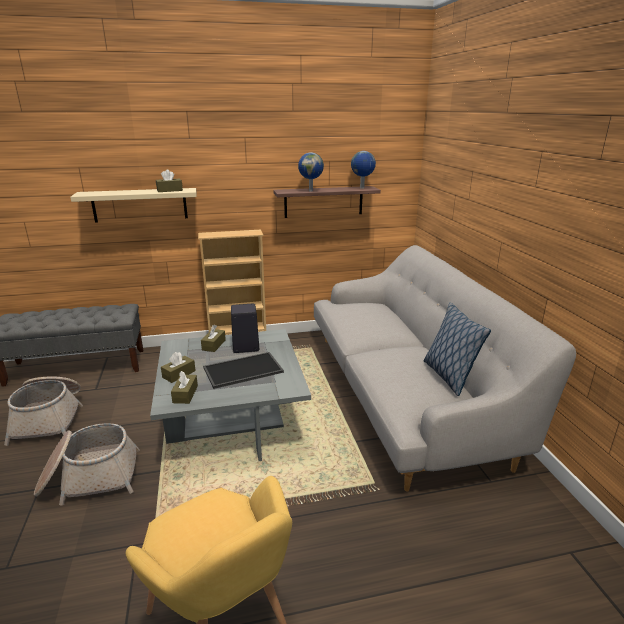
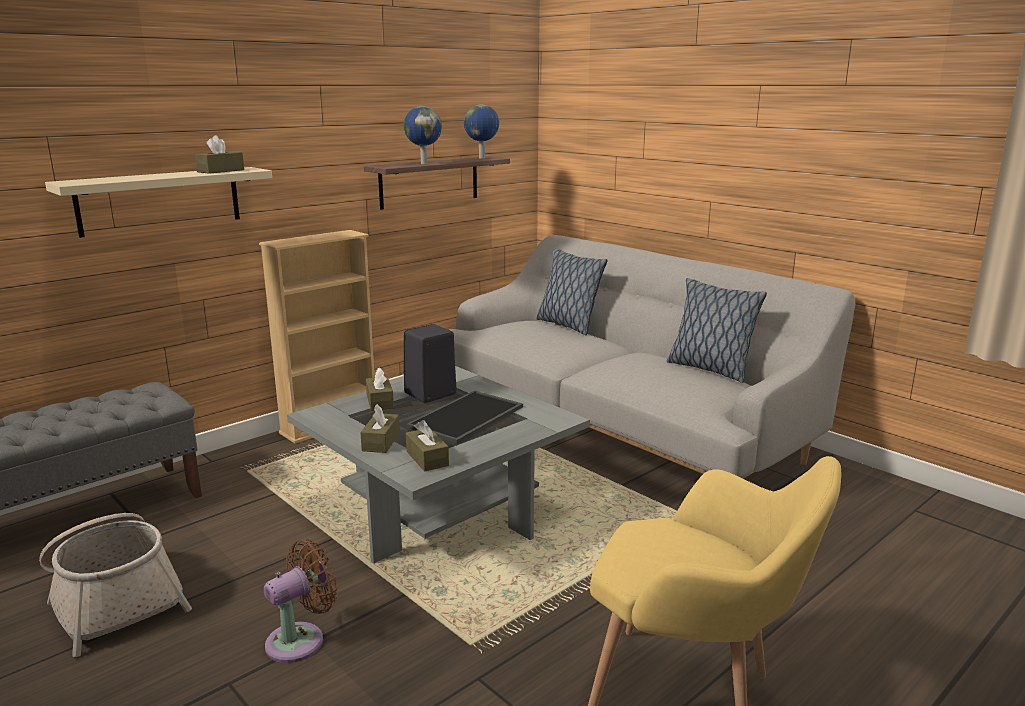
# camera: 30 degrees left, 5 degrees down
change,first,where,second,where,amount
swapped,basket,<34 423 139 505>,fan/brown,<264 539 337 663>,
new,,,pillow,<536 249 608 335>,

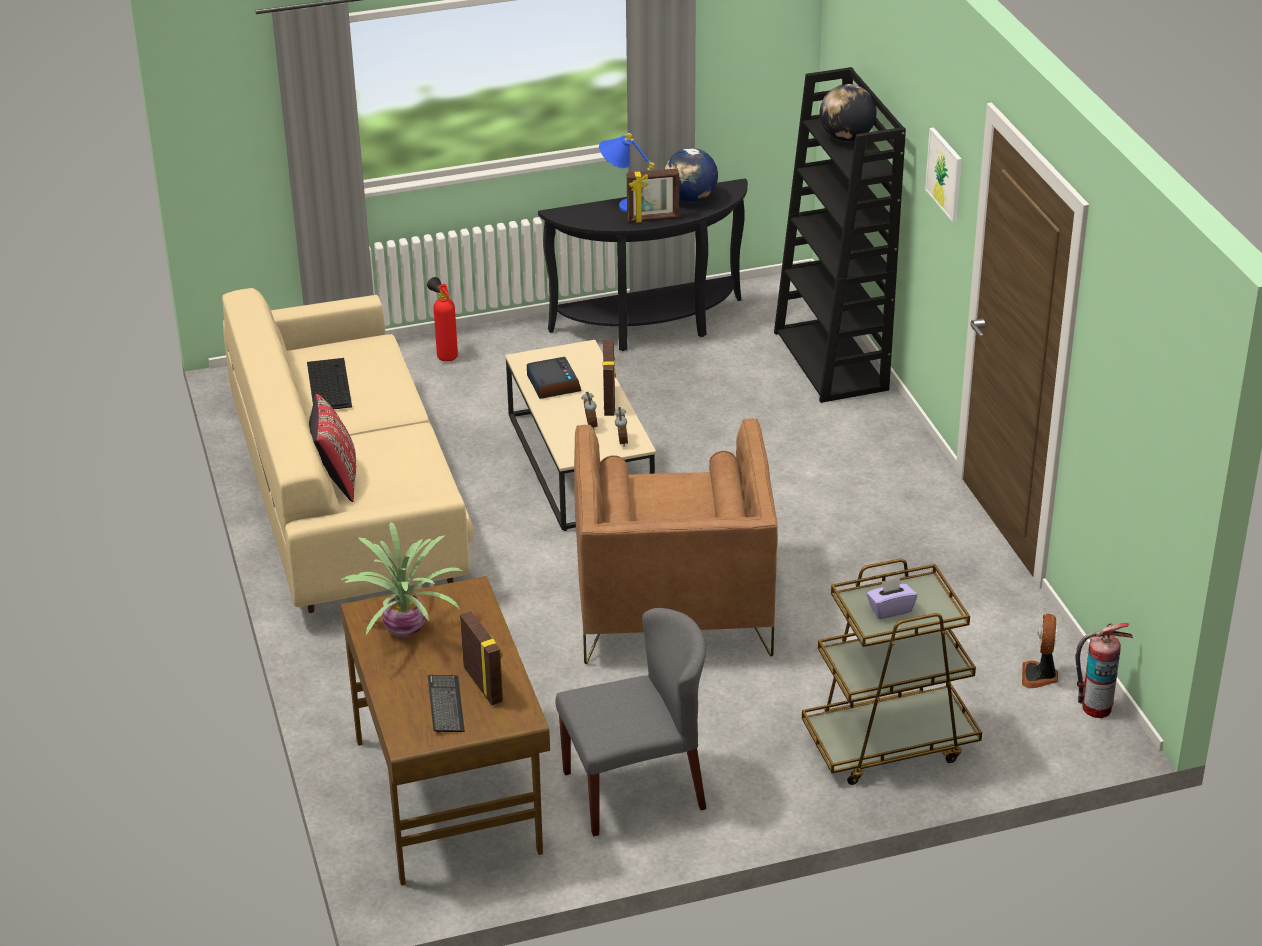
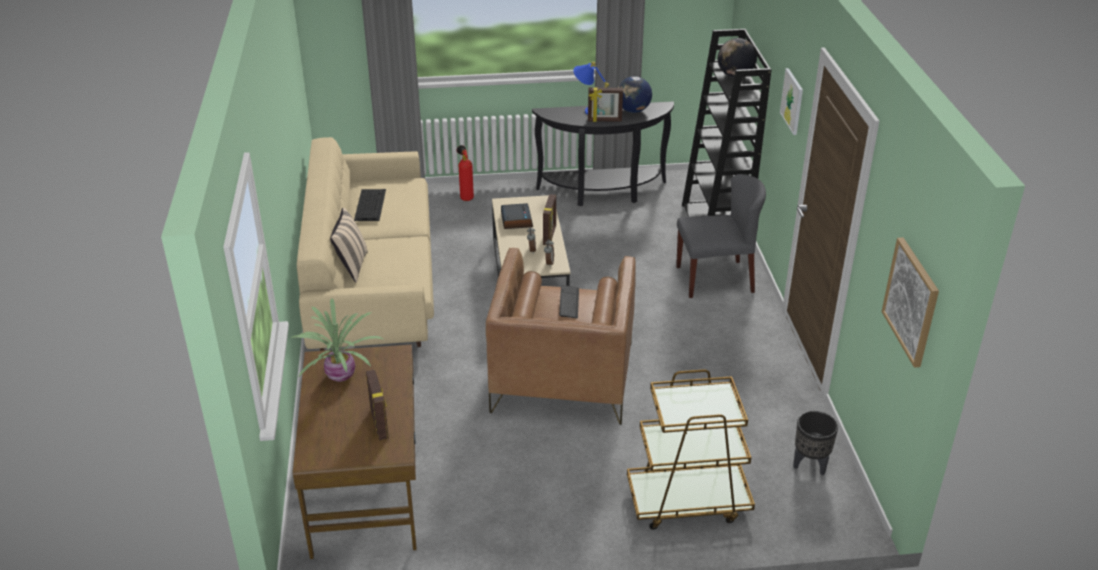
# camera: 10 degrees right, 0 degrees up
change,first,where,second,where,amount
repainted,pillow/red,<309 394 356 502>,pillow/beige,<330 208 368 283>,
gone,tissue box/purple,<867 578 917 619>,,,
shifted,chair/grey,<555 608 706 836>,,<676 174 766 298>,
swapped,fan,<1022 614 1058 688>,planter/black,<793 411 838 475>,
gone,fire extinguisher,<1076 623 1133 719>,,,
shifted,keyboard,<428 675 465 733>,,<559 285 579 319>,
new,,,picture,<882 237 939 368>,

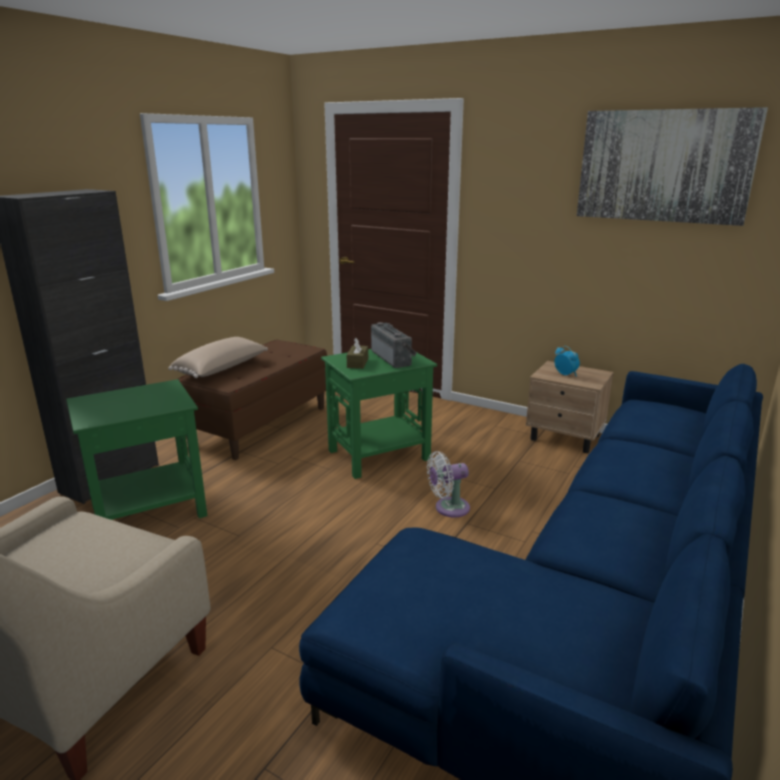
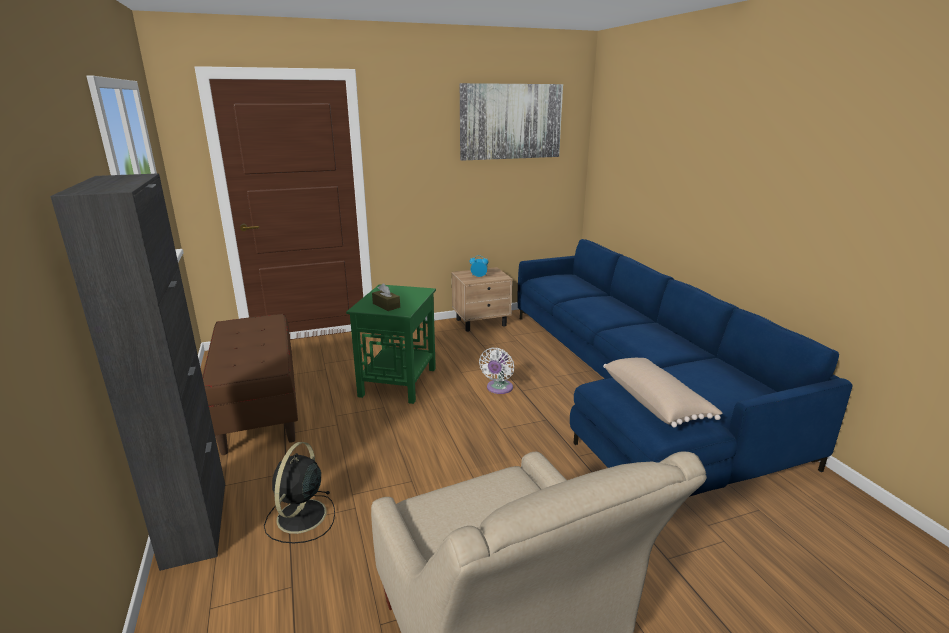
# camera: 50 degrees left, 0 degrees up
change,first,where,second,where,amount
gone,radio,<371 322 417 368>,,,
shifted,pillow/beige,<168 337 268 378>,,<603 358 722 428>,
swapped,side table/green,<66 379 207 520>,fan/black,<264 442 335 543>,

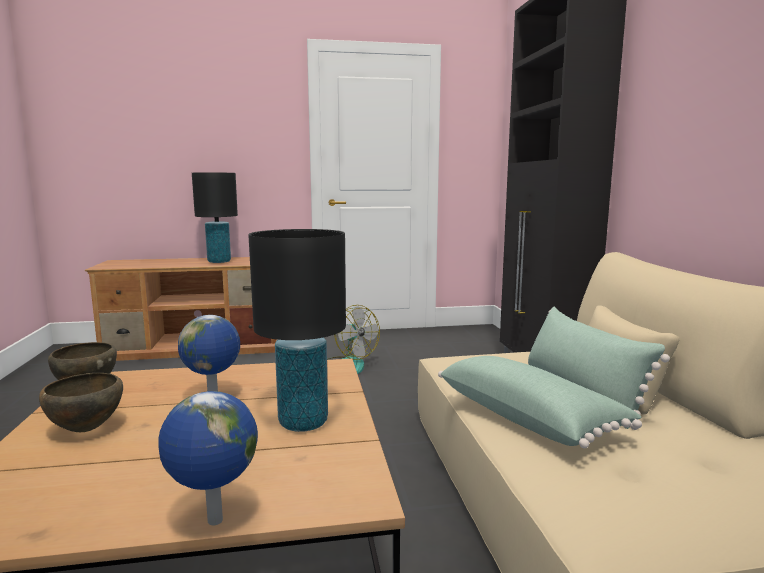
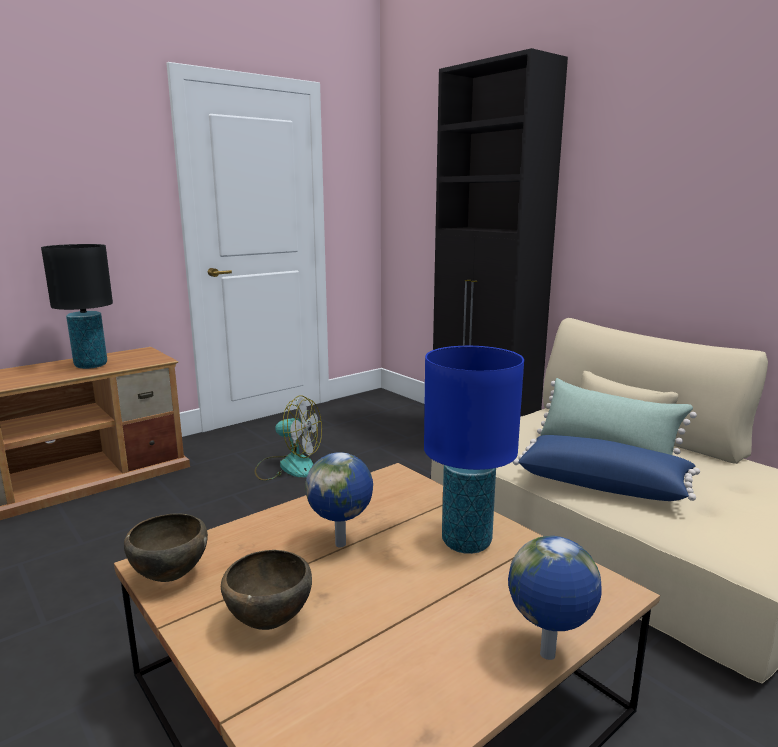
# camera: 30 degrees left, 5 degrees up
change,first,where,second,where,amount
repainted,table lamp/black,<248 229 346 432>,table lamp/blue,<424 346 524 554>,
repainted,pillow/green,<438 356 642 448>,pillow/blue,<513 435 700 501>,

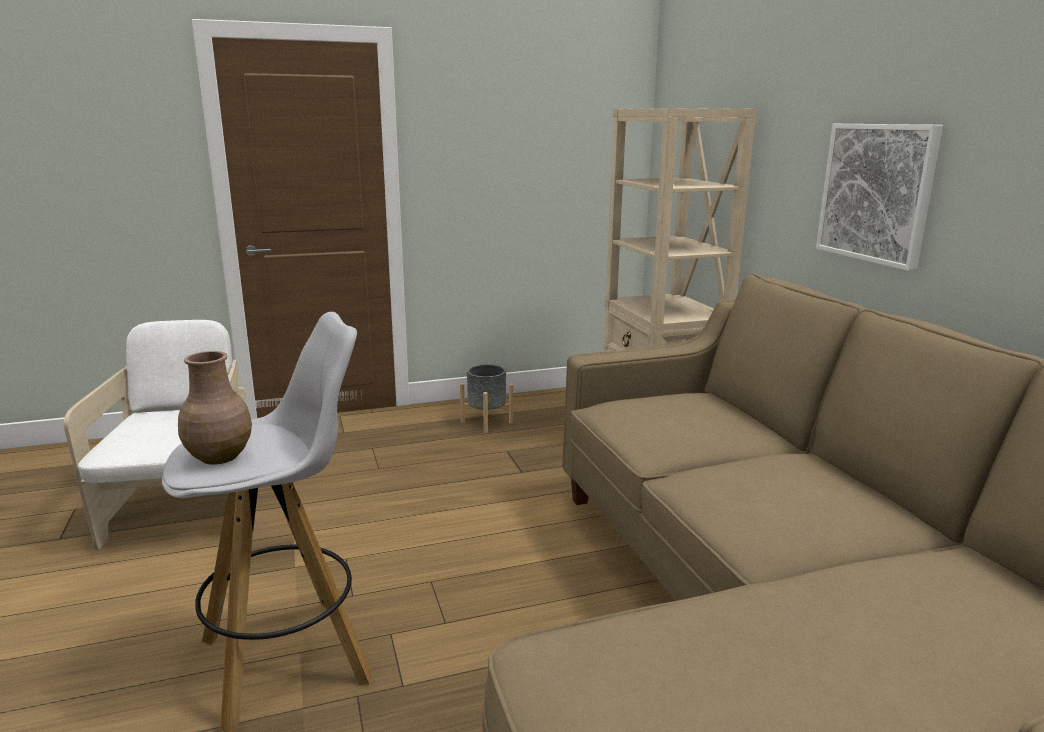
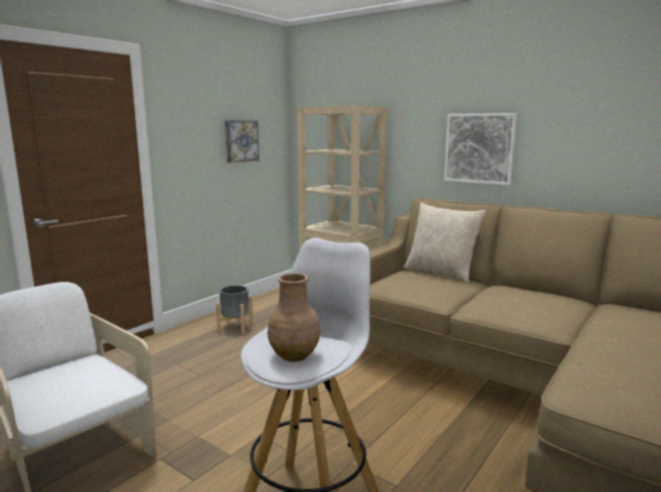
# camera: 35 degrees left, 5 degrees down
change,first,where,second,where,amount
new,,,picture,<225 120 259 163>,
new,,,pillow/beige,<404 203 486 284>,

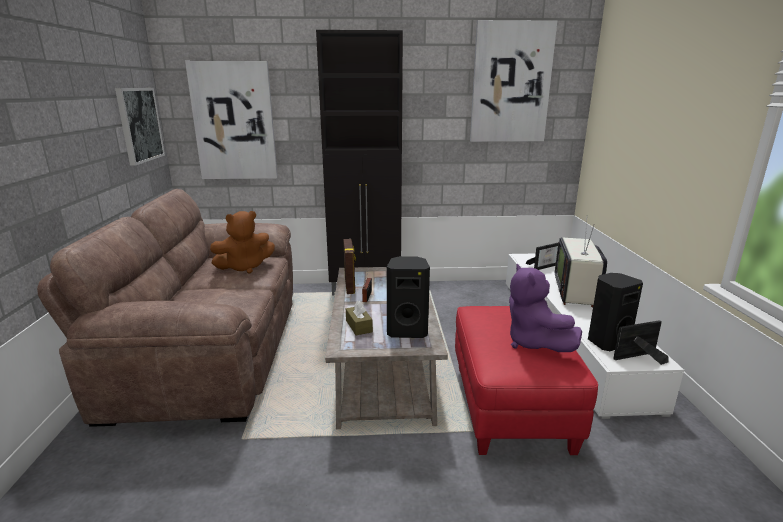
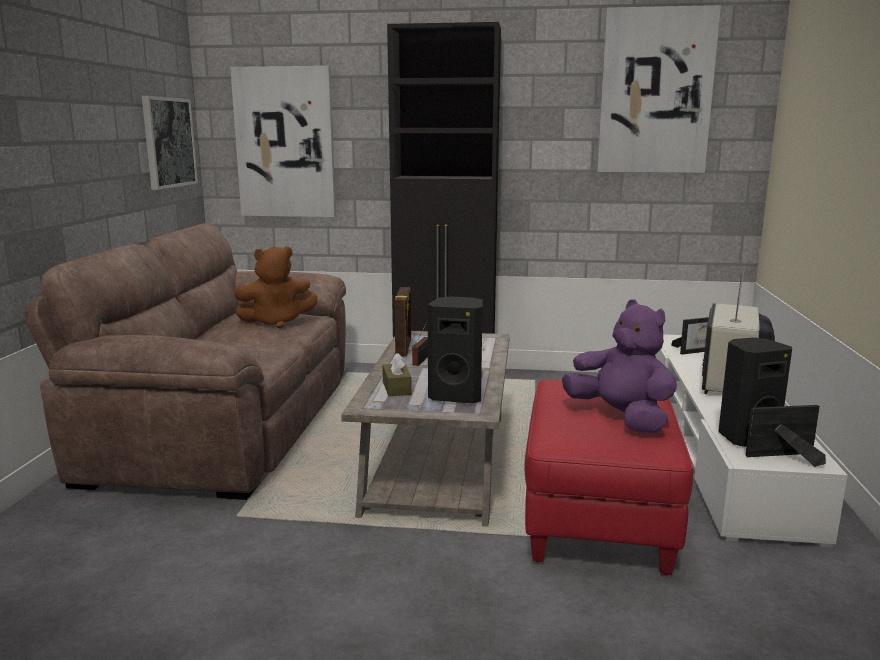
# camera: 10 degrees right, 5 degrees down
change,first,where,second,where,amount
rotated,plush toy/purple,<509 264 582 352>,,<562 300 677 433>,150 degrees clockwise

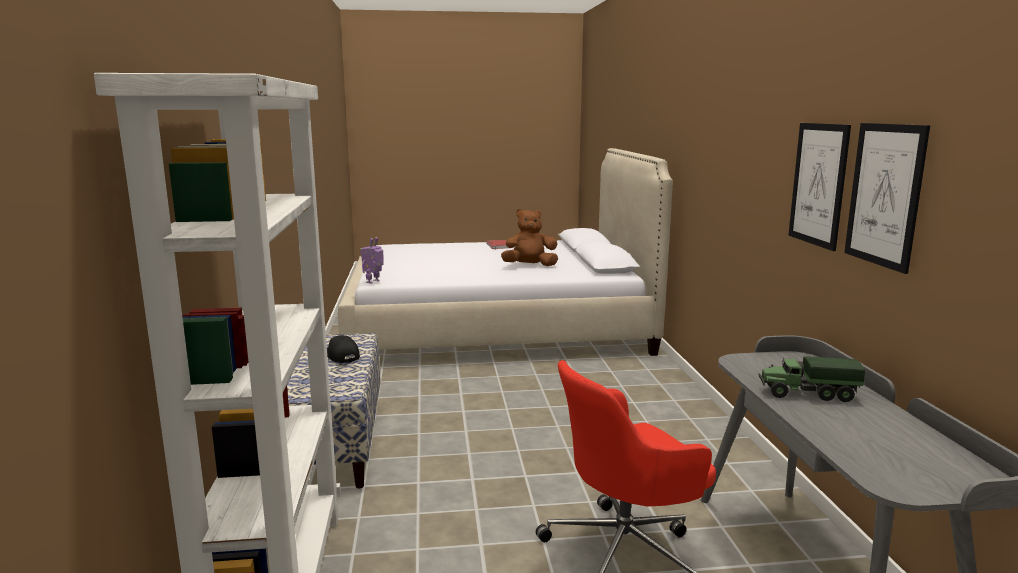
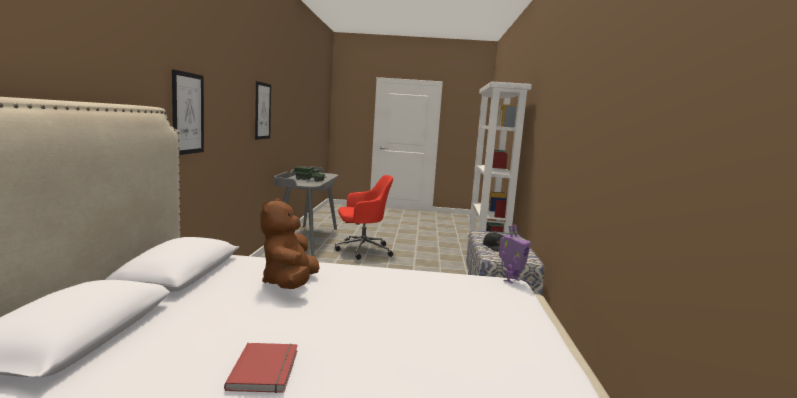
# camera: 170 degrees left, 5 degrees down
change,first,where,second,where,amount
shifted,picture,<844 123 930 274>,,<172 69 204 155>,
rotated,plush toy/brown,<501 209 558 266>,,<260 198 320 289>,90 degrees clockwise

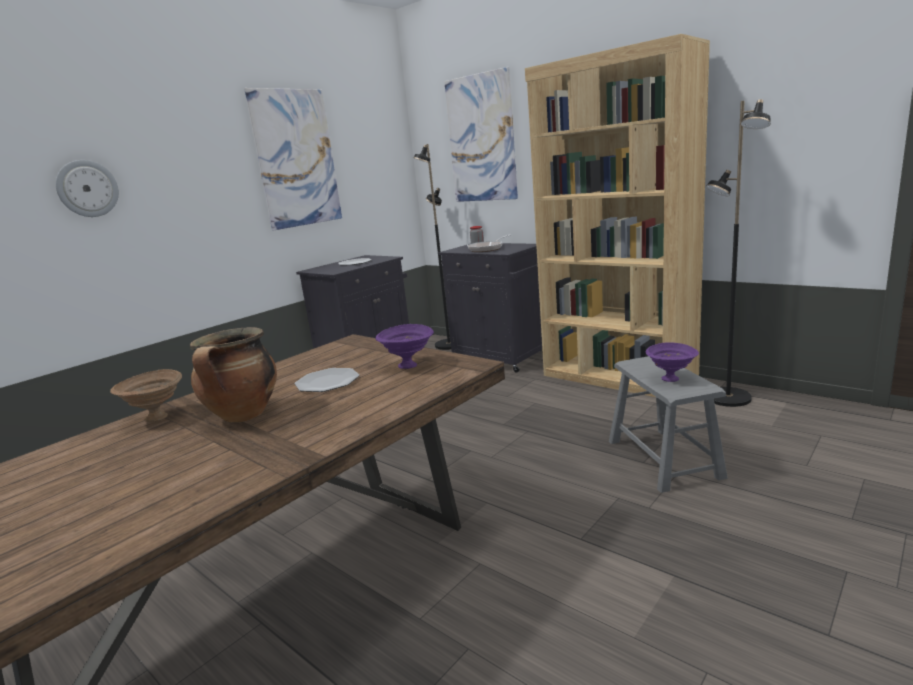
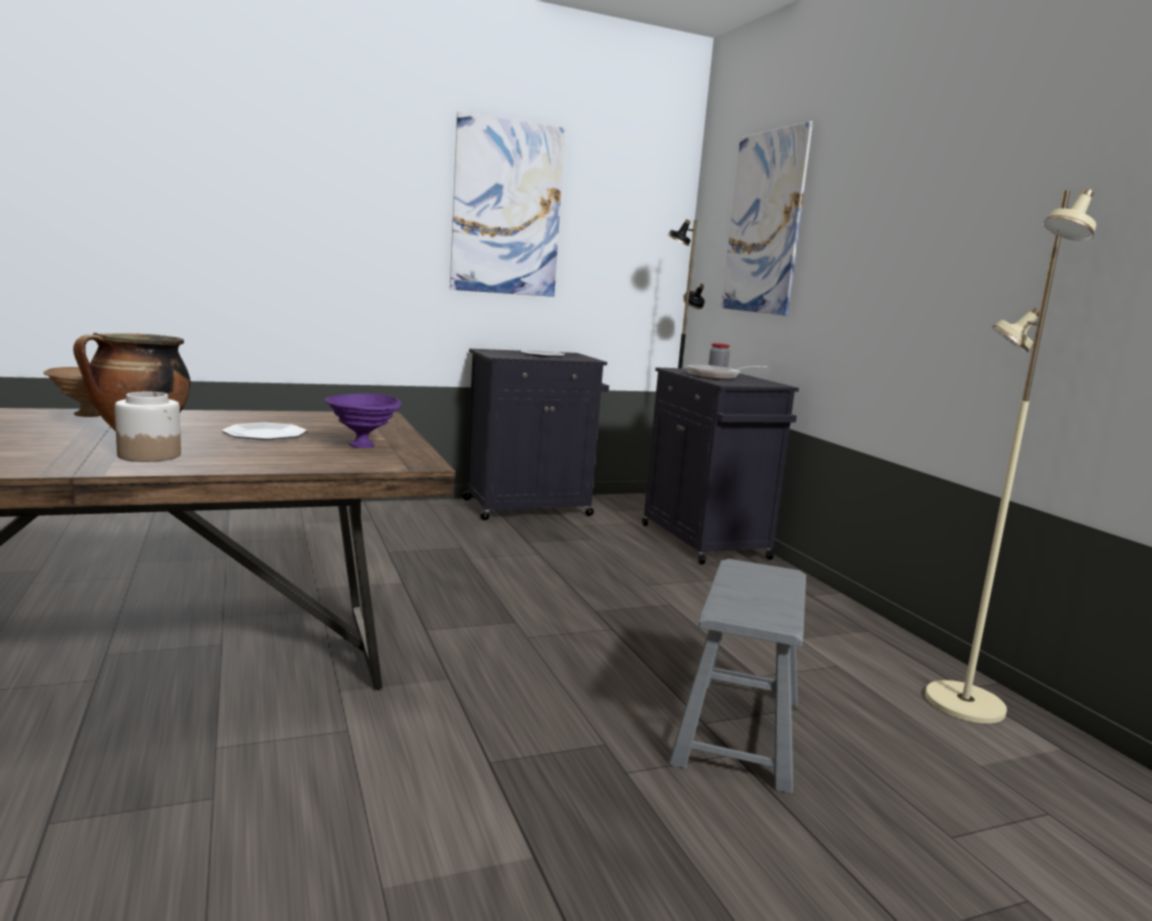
# camera: 25 degrees right, 5 degrees down
change,first,where,second,where,amount
gone,bookcase/brown,<525 34 710 397>,,,
repainted,floor lamp/black,<706 99 771 407>,floor lamp/beige,<925 189 1096 724>,
gone,wall clock,<56 160 119 217>,,,
gone,bowl/purple,<646 342 699 382>,,,
new,,,jar,<115 392 181 462>,

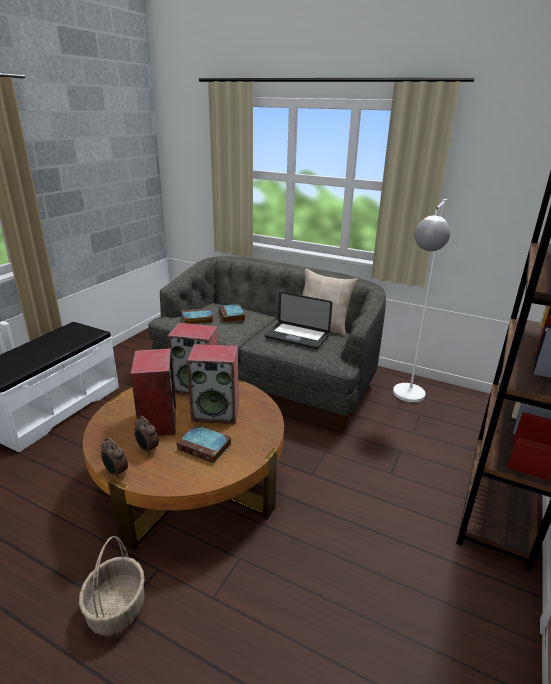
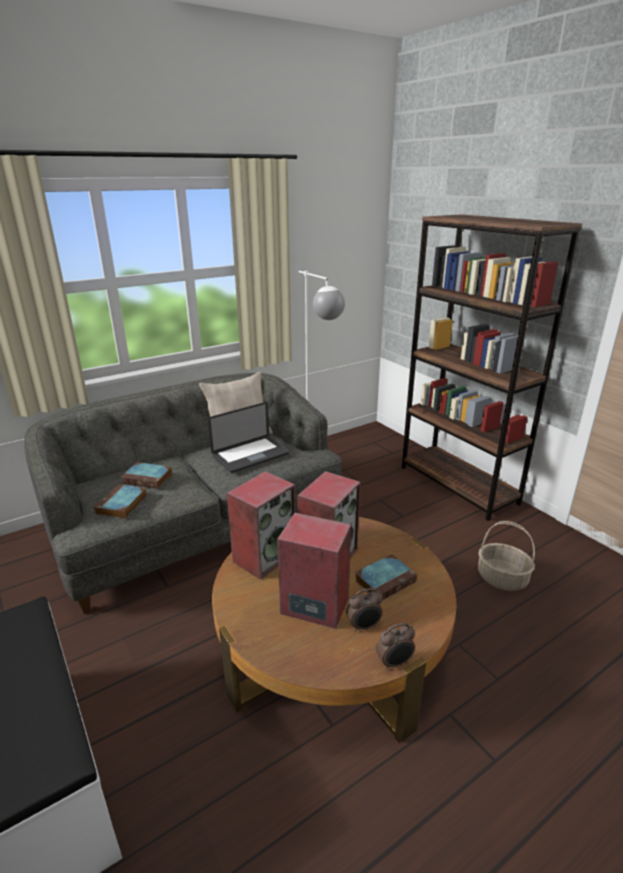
# camera: 60 degrees left, 0 degrees up
change,first,where,second,where,amount
shifted,basket,<79 536 145 635>,,<478 521 535 591>,

